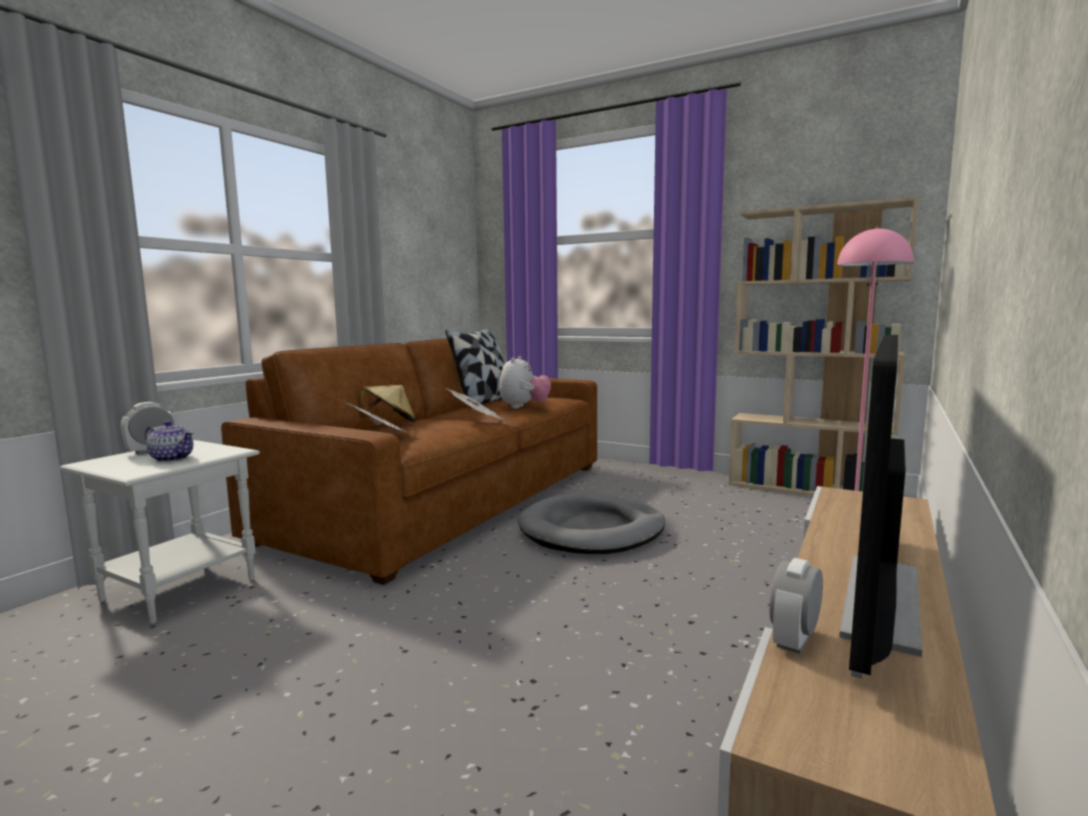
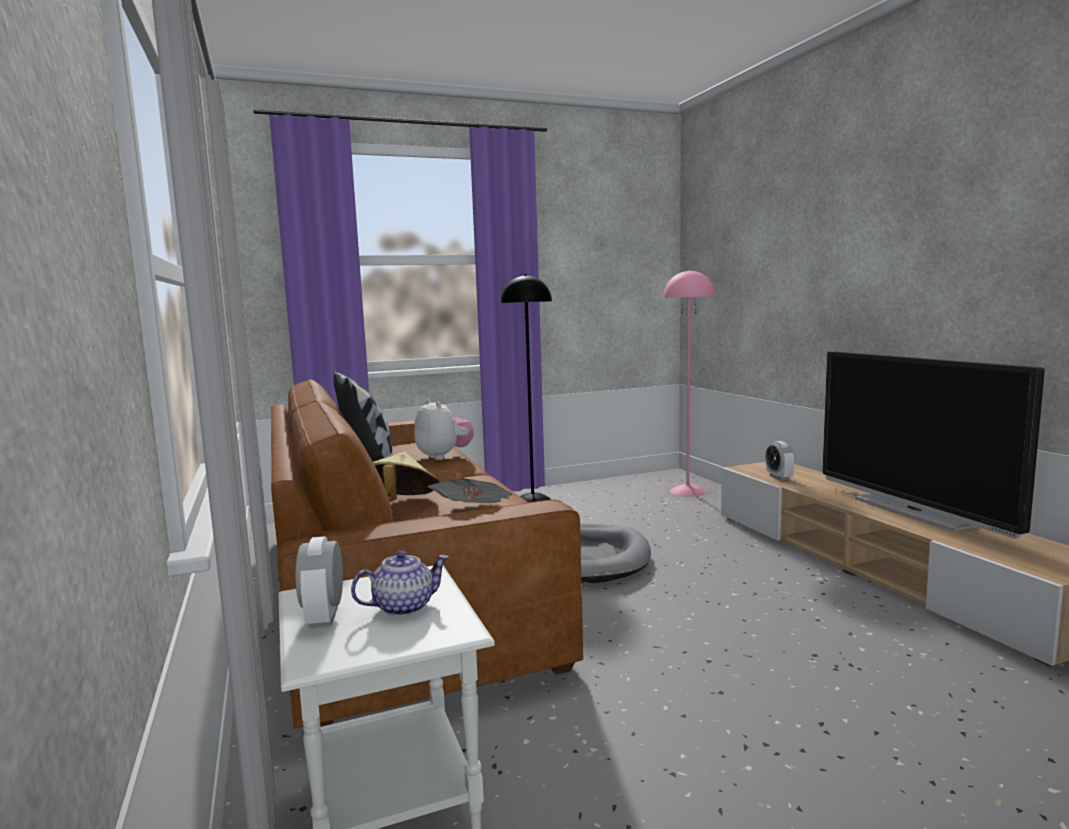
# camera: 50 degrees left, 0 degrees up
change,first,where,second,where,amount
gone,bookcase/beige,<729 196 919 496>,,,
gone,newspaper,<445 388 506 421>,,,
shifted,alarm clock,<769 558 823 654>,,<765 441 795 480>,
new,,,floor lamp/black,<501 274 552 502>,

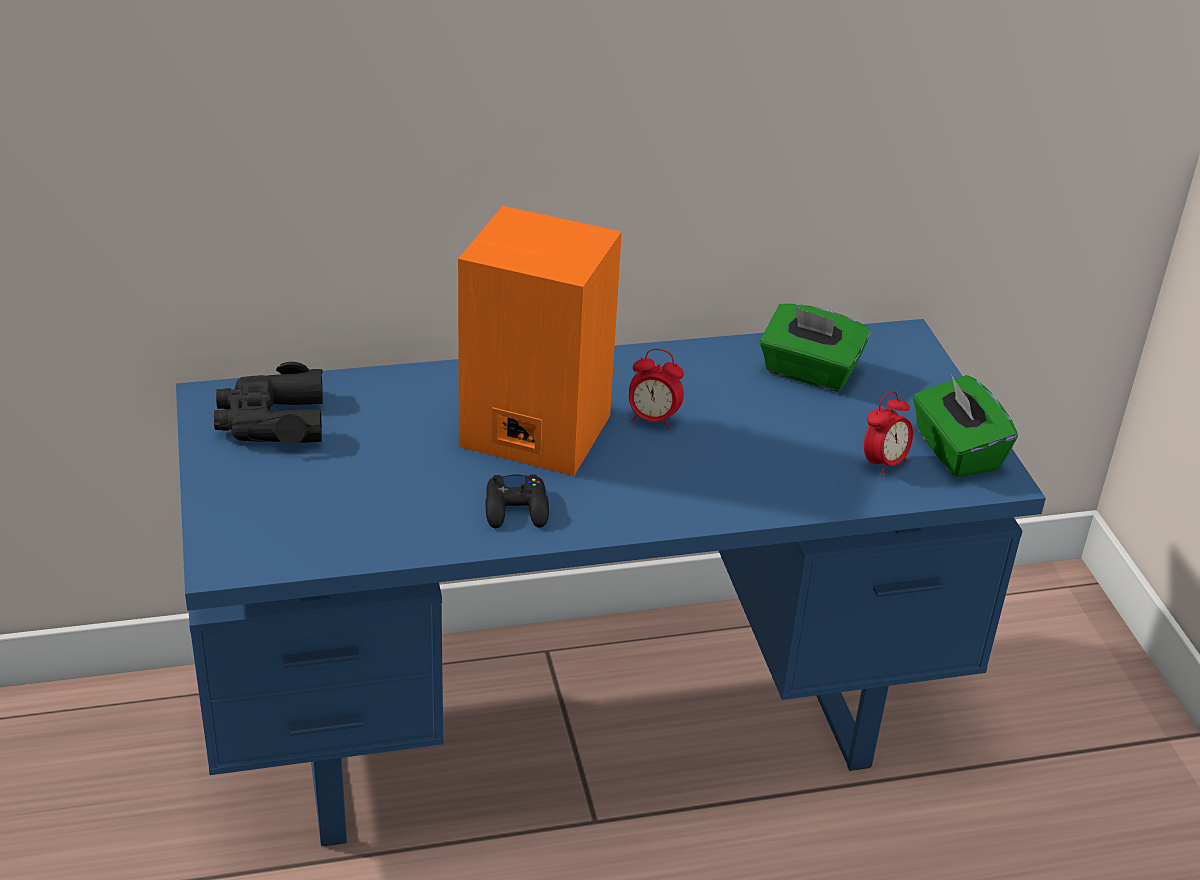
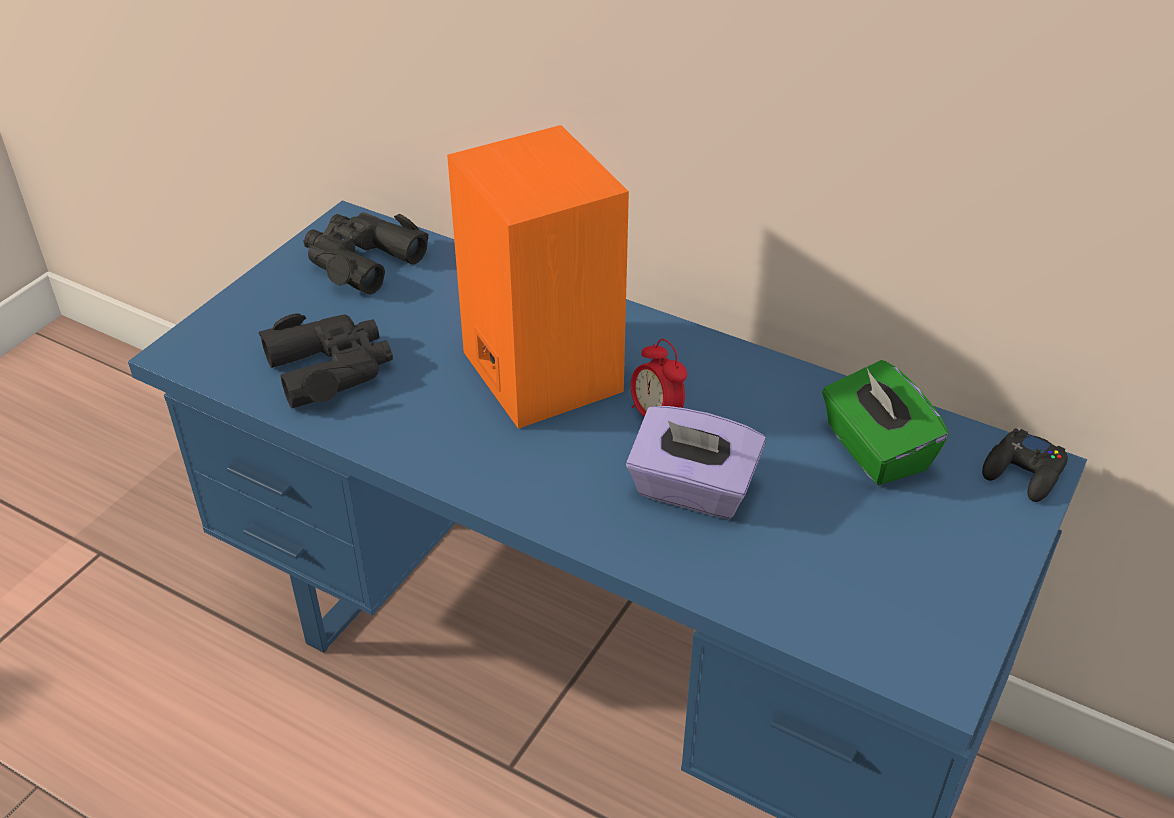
# camera: 45 degrees right, 5 degrees up
change,first,where,second,where,amount
gone,tissue box/green,<913 375 1018 477>,,,
gone,alarm clock,<864 391 913 477>,,,
shifted,game controller/black,<485 474 549 528>,,<982 428 1068 502>,
new,,,binoculars/black,<259 314 393 409>,
new,,,tissue box/purple,<626 406 766 519>,

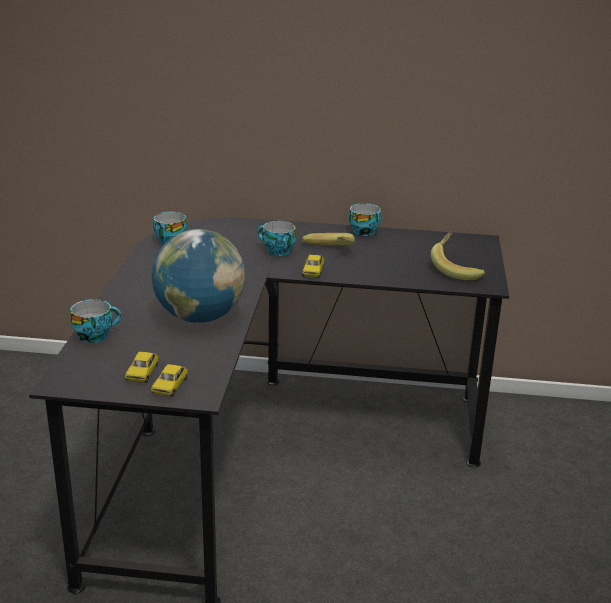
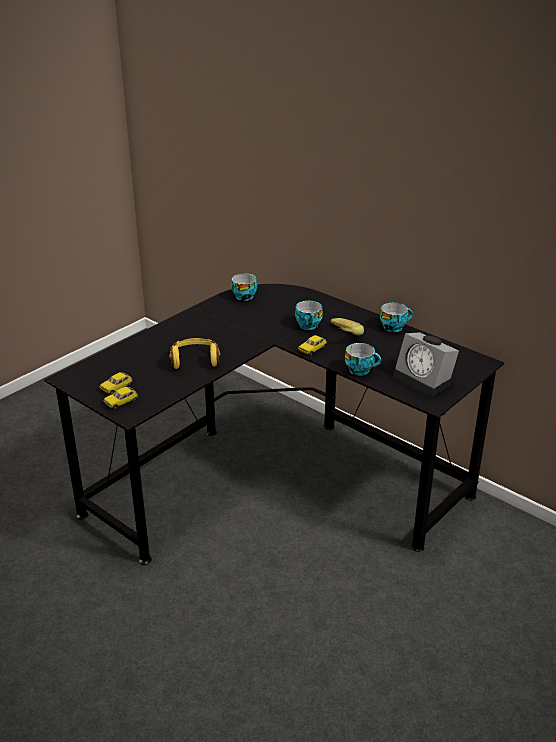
# camera: 35 degrees right, 5 degrees up
change,first,where,second,where,amount
swapped,globe,<151 229 246 323>,headphones/yellow,<169 338 221 369>,
swapped,banana,<431 231 485 280>,alarm clock,<393 332 459 398>,
shifted,cup,<70 299 121 343>,,<345 343 381 375>,

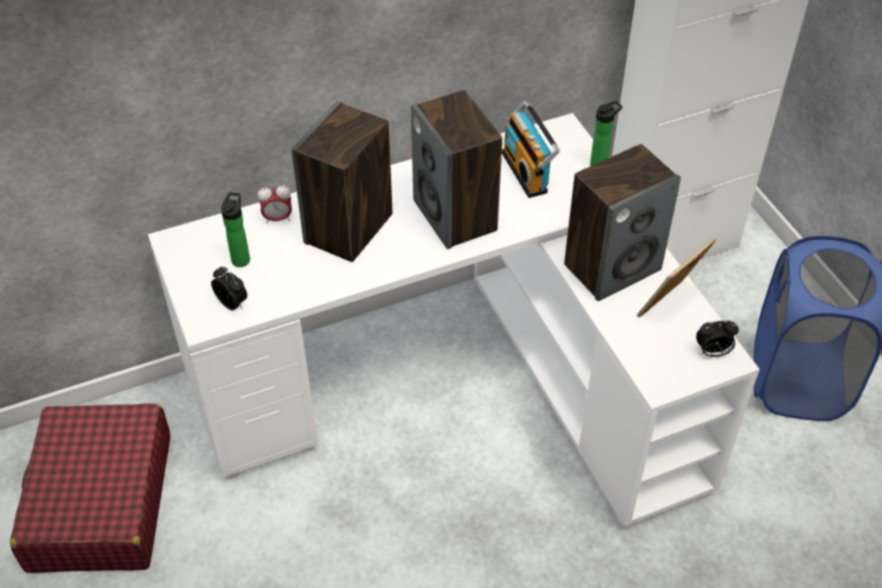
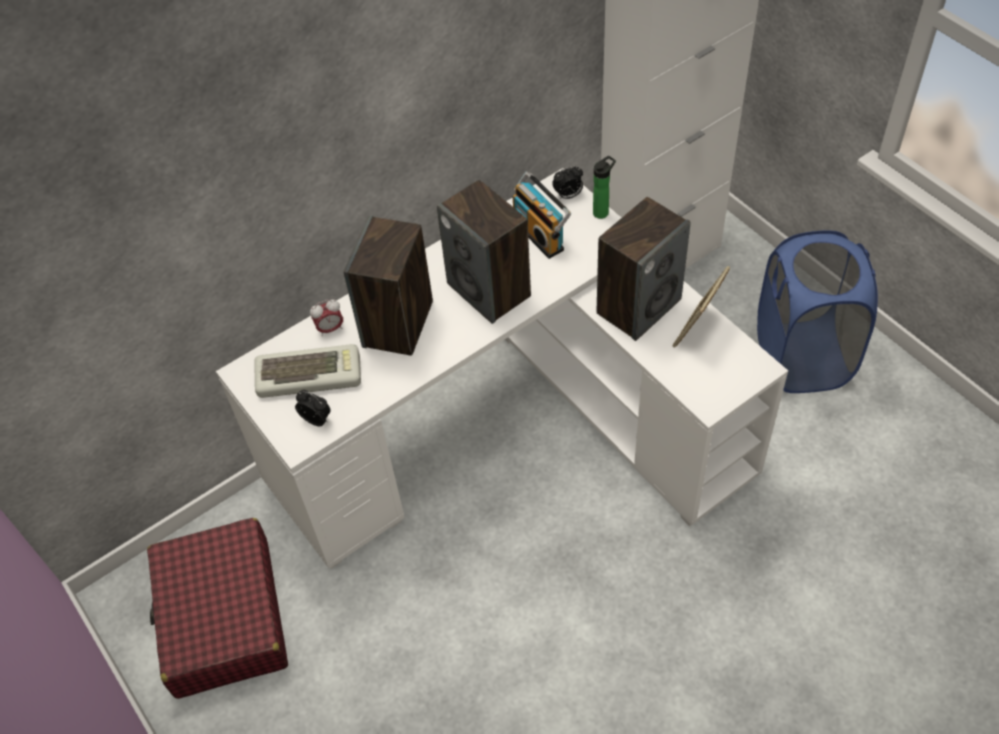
# camera: 10 degrees left, 5 degrees up
change,first,where,second,where,amount
swapped,bottle,<221 192 250 267>,keyboard,<254 344 361 398>,
shifted,alarm clock,<696 320 739 357>,,<552 166 583 199>,

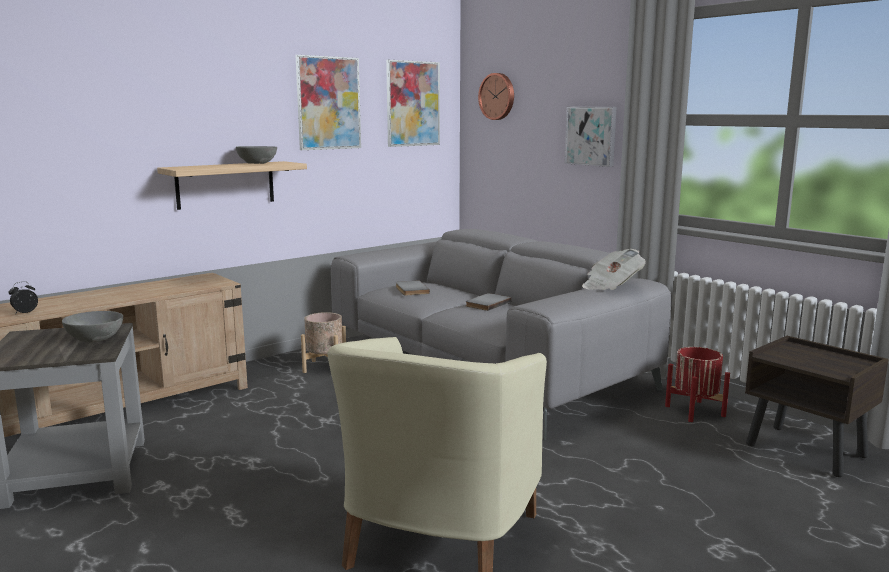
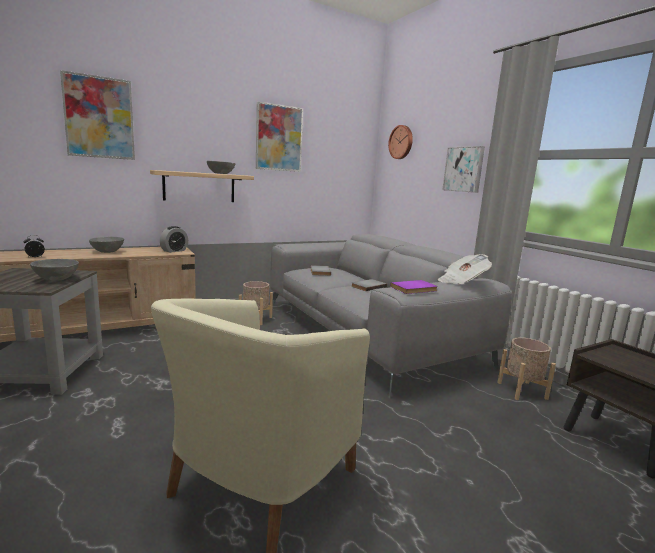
# camera: 10 degrees right, 0 degrees up
change,first,where,second,where,amount
shifted,picture,<386 60 440 147>,,<60 70 135 160>,
repainted,planter/red,<665 347 730 422>,planter/beige,<497 337 556 400>,
new,,,alarm clock,<160 226 188 253>,
new,,,bowl/grey,<89 237 124 253>,
new,,,book/purple,<390 280 438 294>,

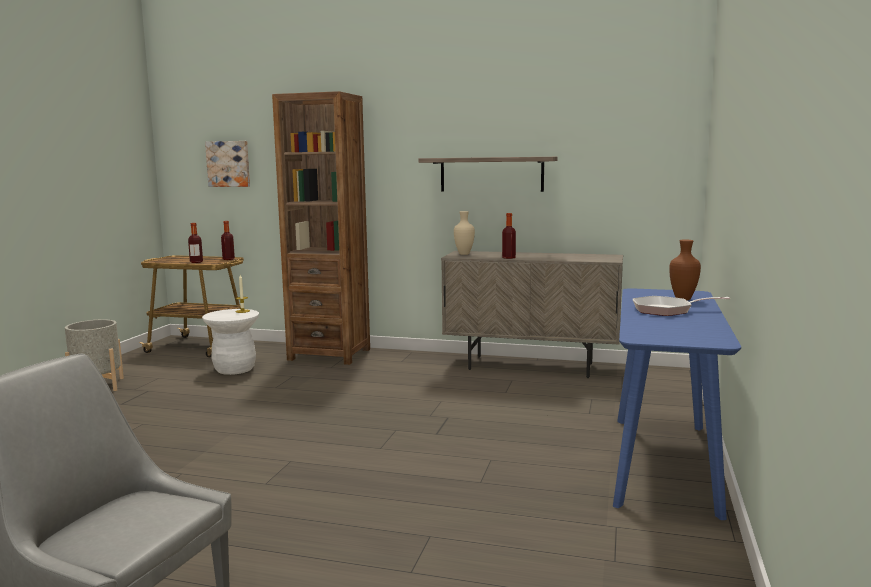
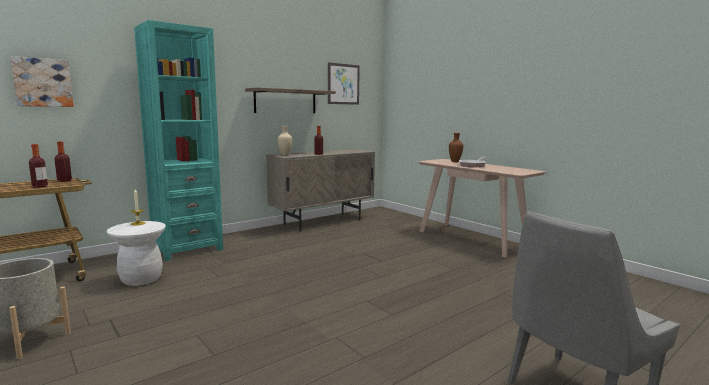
# camera: 55 degrees left, 0 degrees up
change,first,where,second,where,amount
repainted,bookcase/brown,<272 91 370 365>,bookcase/turquoise,<134 20 223 261>,
repainted,console table/blue,<613 288 741 520>,console table/beige,<418 159 546 257>,
new,,,picture,<328 62 360 105>,

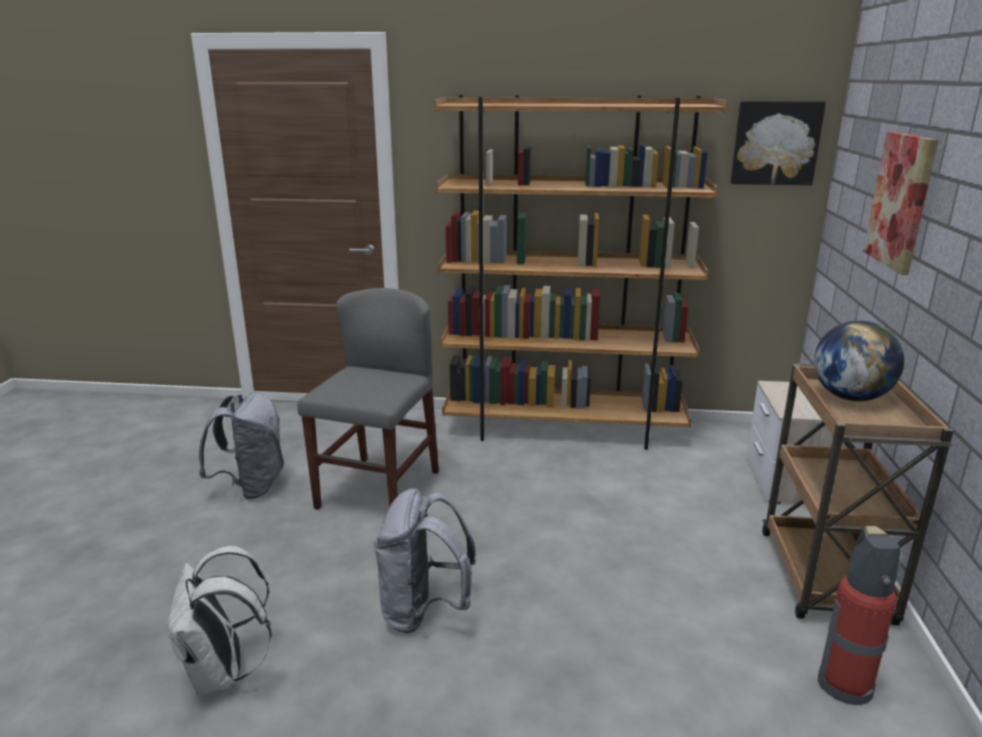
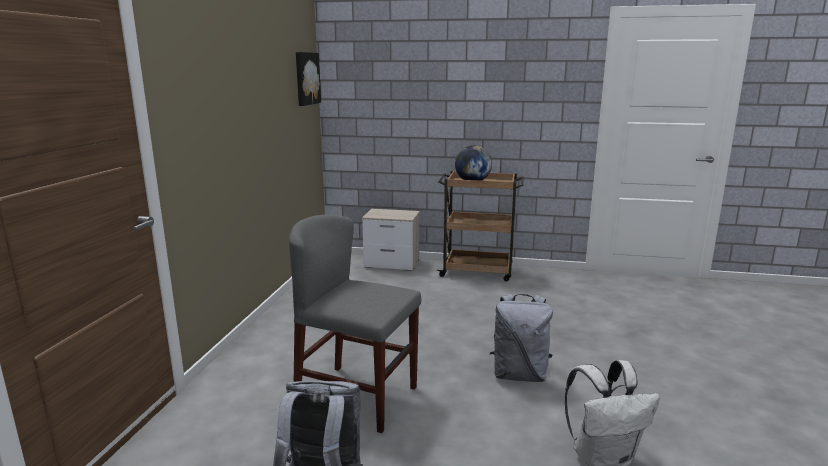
# camera: 85 degrees left, 5 degrees down
change,first,where,second,where,amount
gone,bookcase/brown,<434 95 728 450>,,,
gone,picture,<863 132 938 275>,,,
gone,fire extinguisher,<818 526 902 705>,,,

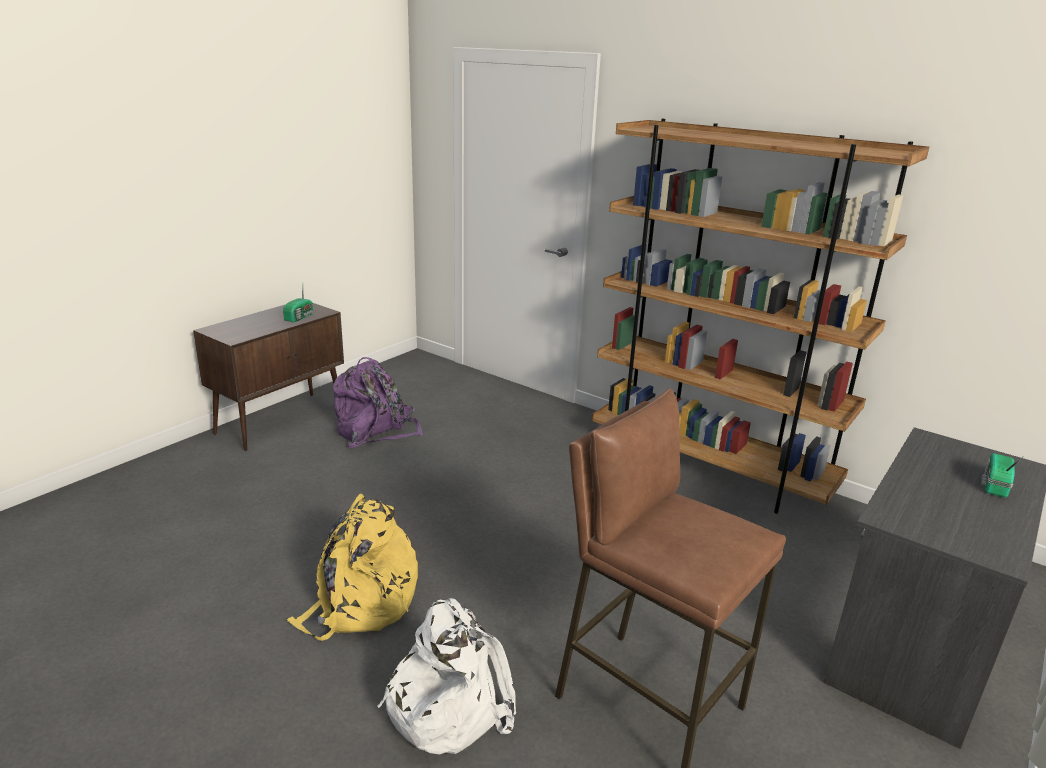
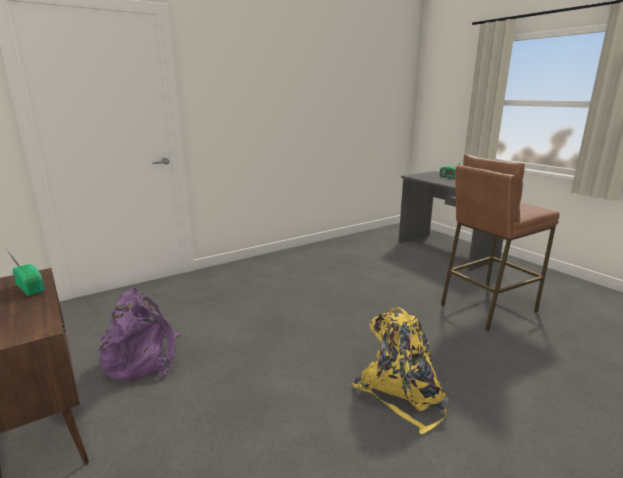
# camera: 70 degrees left, 5 degrees down
change,first,where,second,where,amount
gone,bookcase/brown,<592 119 929 514>,,,
gone,backpack/white,<377 598 516 754>,,,

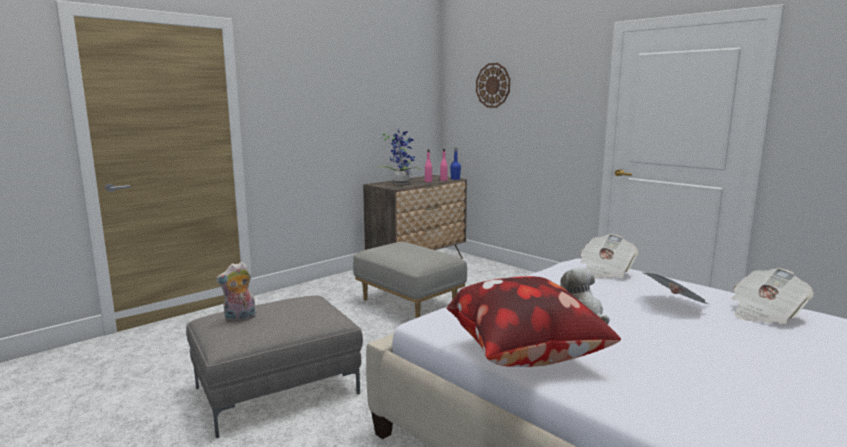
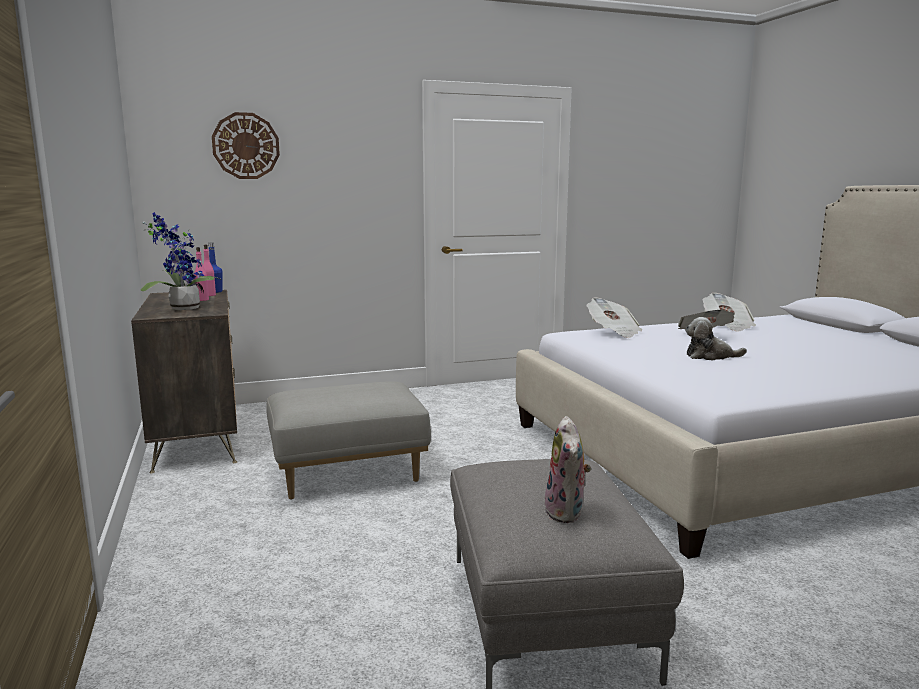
# camera: 65 degrees left, 0 degrees up
change,first,where,second,where,amount
gone,pillow,<447 276 621 367>,,,

